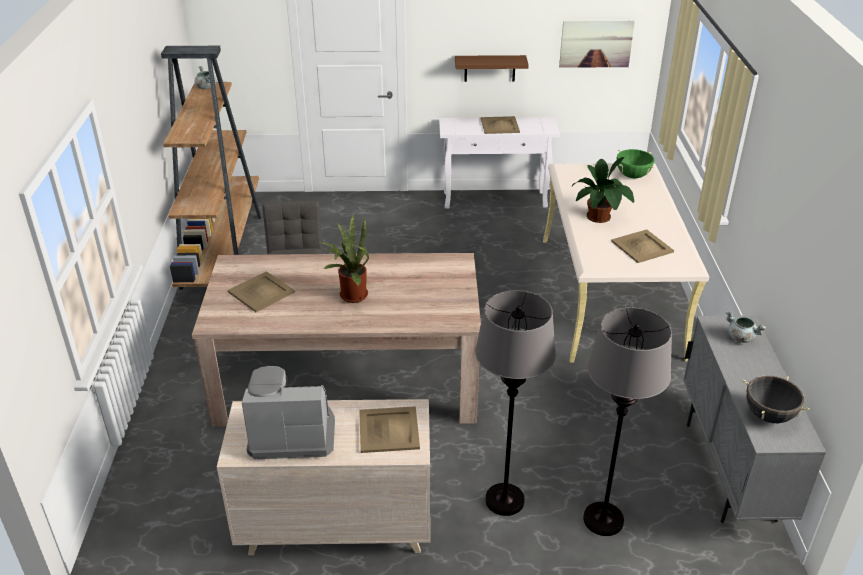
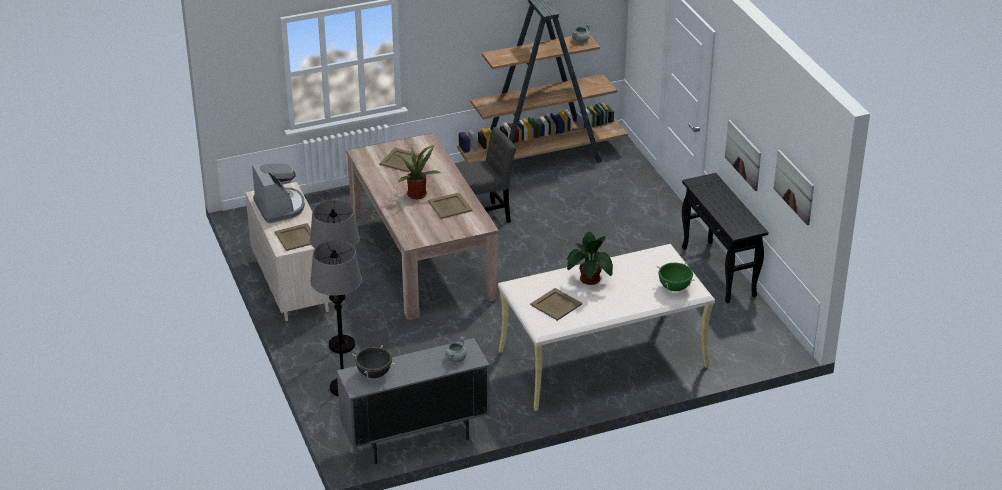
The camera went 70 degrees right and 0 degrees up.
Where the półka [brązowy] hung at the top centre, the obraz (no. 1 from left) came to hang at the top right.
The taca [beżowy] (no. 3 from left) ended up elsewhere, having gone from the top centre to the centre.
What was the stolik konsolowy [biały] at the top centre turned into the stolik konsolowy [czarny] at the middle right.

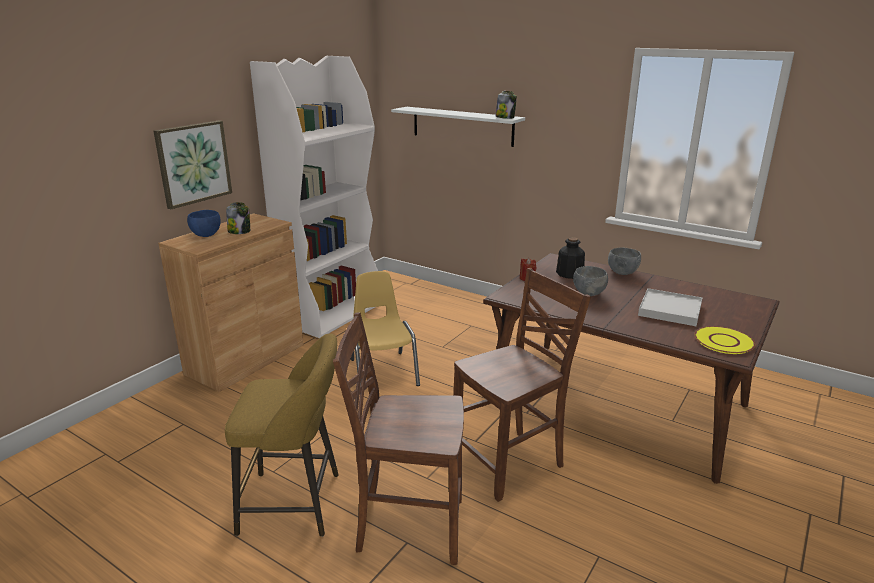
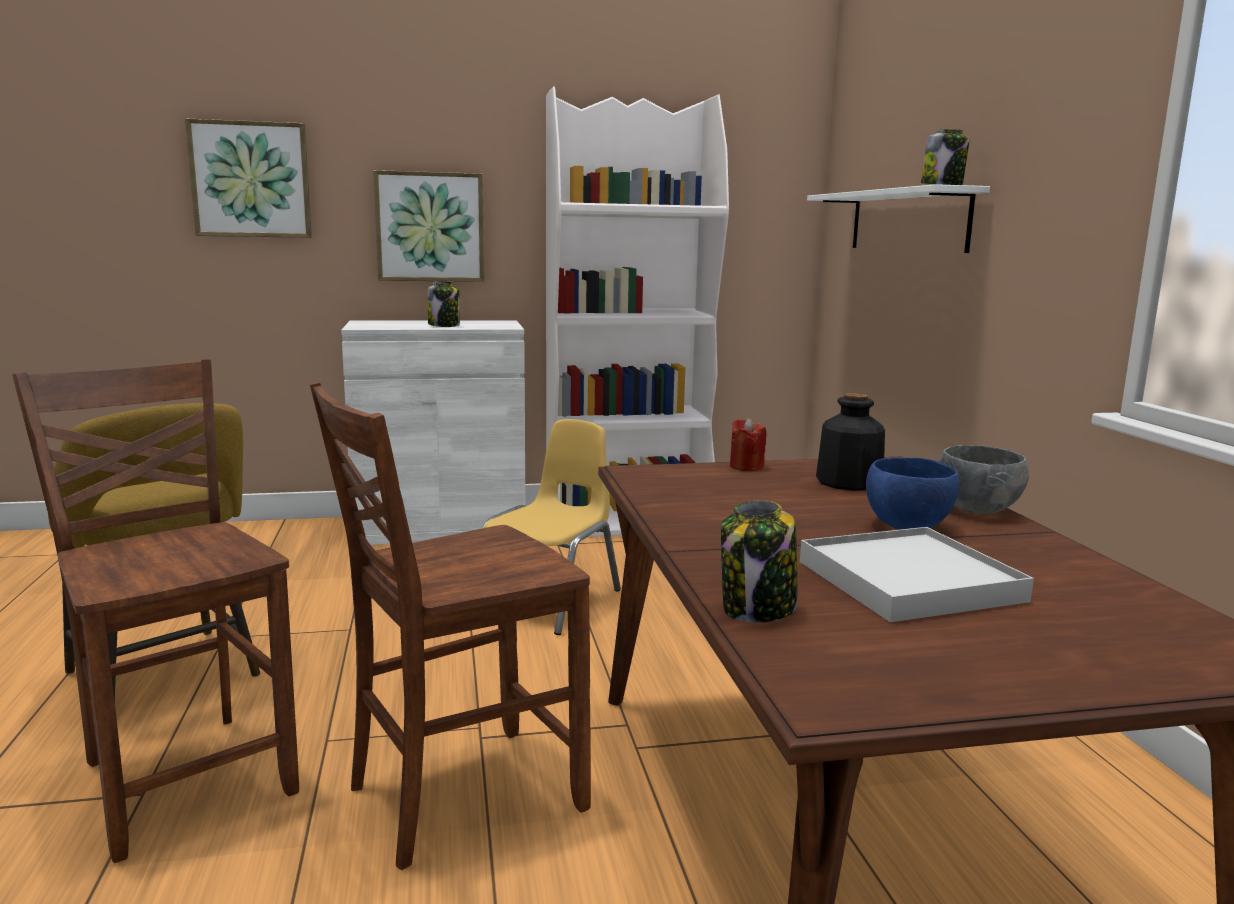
The camera went 45 degrees right and 10 degrees down.
The miska [niebieski] ended up elsewhere, having gone from the middle left to the middle right.
What was the szafka [brązowy] at the middle left turned into the szafka [biały] at the centre.
The second view lost the miska [szary] (no. 1 from left) at the middle right.
The krzesło [brązowy] (no. 2 from left) at the centre ended up facing another way, 135 degrees clockwise from before.
The second view lost the talerz [żółty] at the middle right.
The second view gained the obraz (no. 1 from left) at the top left.
The second view gained the słoik (no. 2 from left) at the centre.

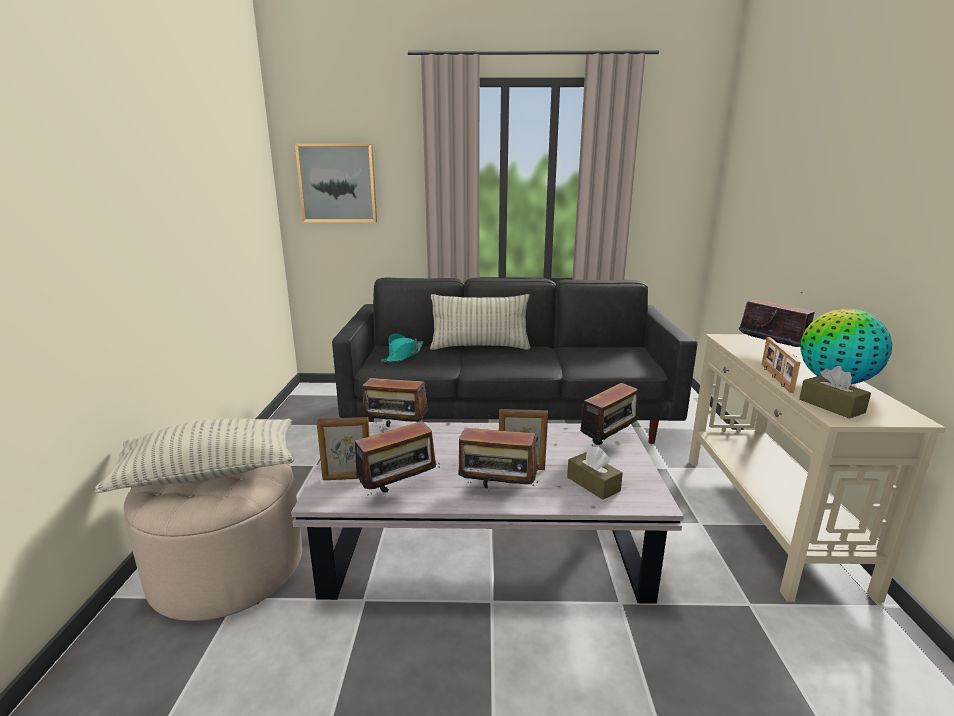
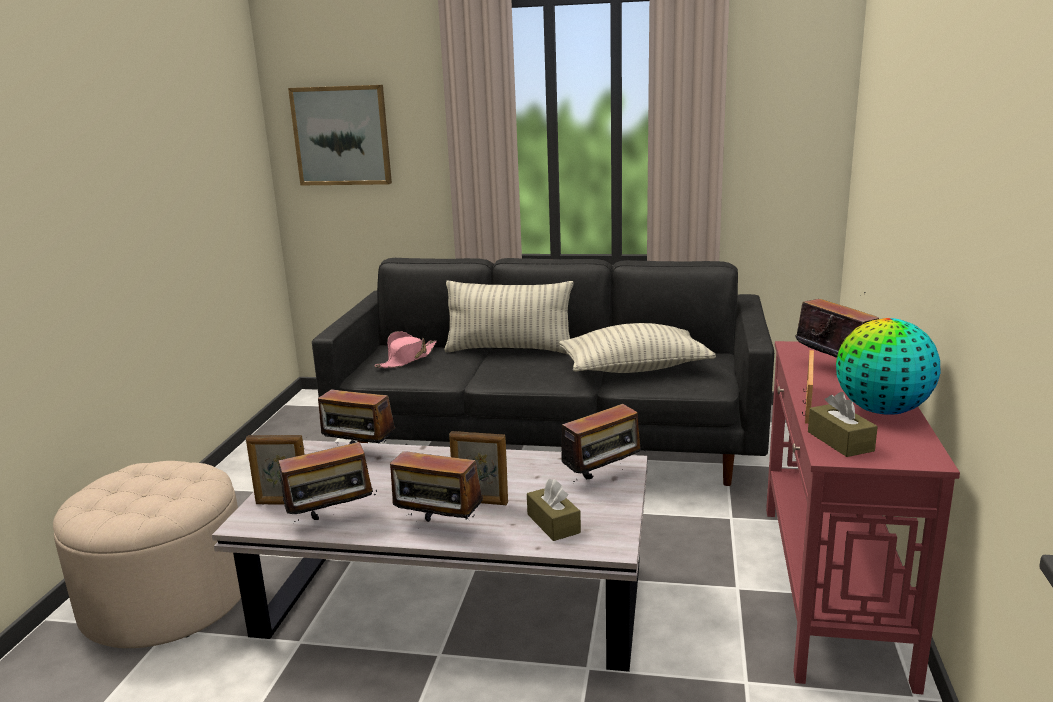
The camera went 10 degrees right and 0 degrees up.
What was the kapelusz [turkusowy] at the centre turned into the kapelusz [różowy] at the centre.
What was the stolik konsolowy [beżowy] at the middle right turned into the stolik konsolowy [czerwony] at the bottom right.
The poduszka (no. 1 from left in the first image) ended up elsewhere, having gone from the middle left to the centre.

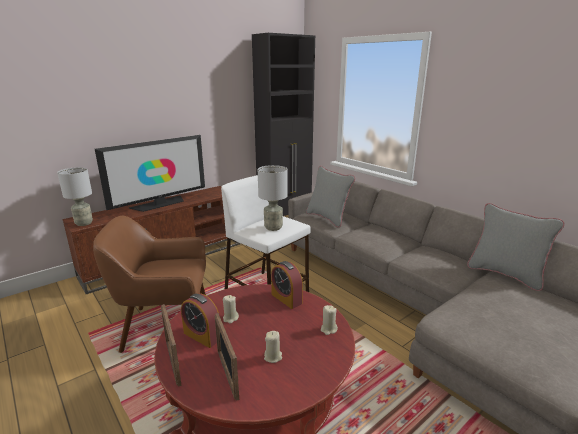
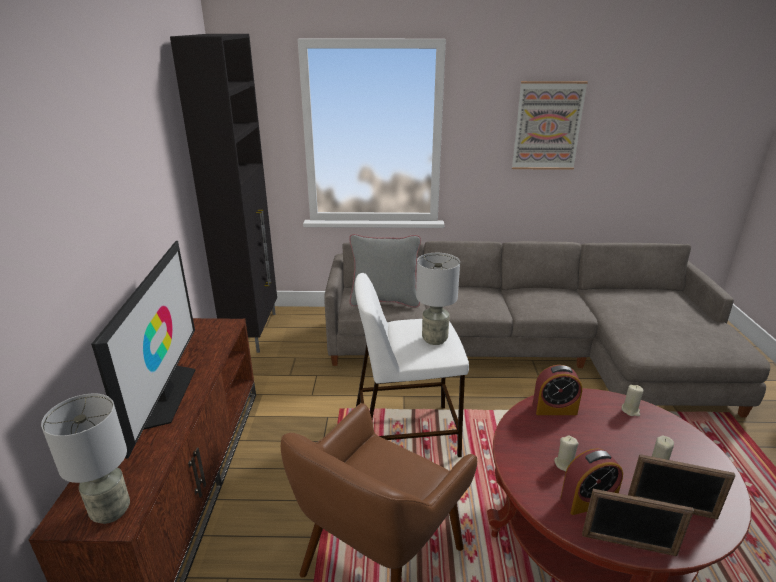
The camera went 50 degrees left and 5 degrees up.
The second view lost the poduszka [szary] (no. 2 from left) at the middle right.
The second view gained the obraz at the top right.

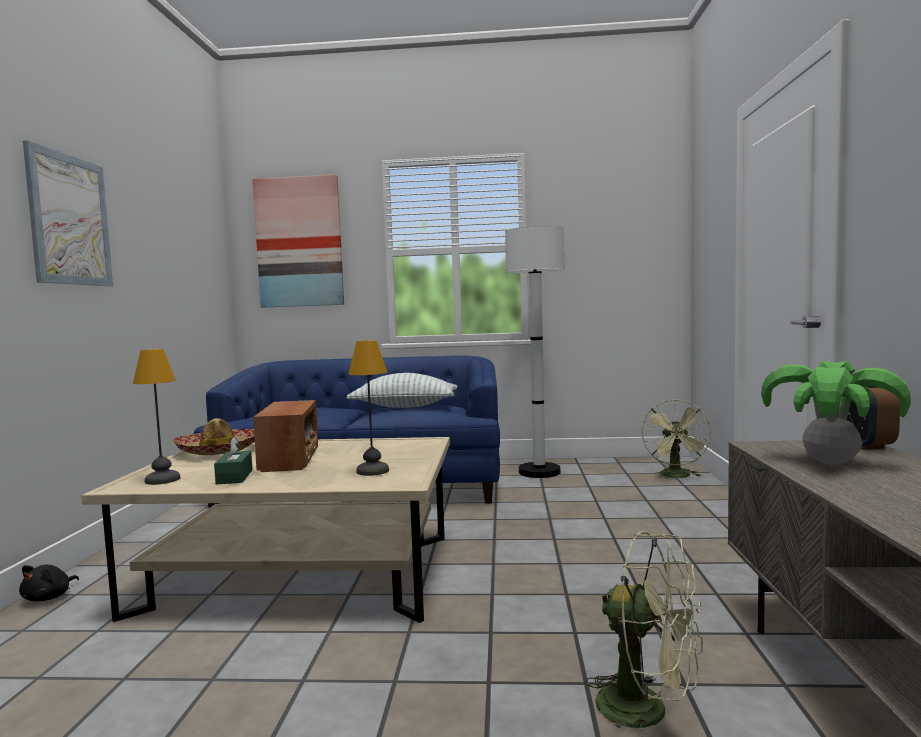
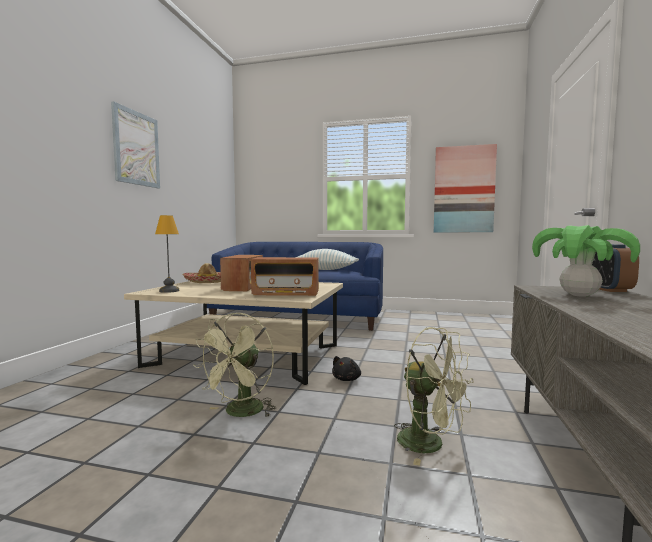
The camera went 10 degrees right and 0 degrees up.
The obraz (no. 2 from left) ended up elsewhere, having gone from the top left to the middle right.
The second view lost the lampa stojąca [biały] at the centre.
Where the lampa stołowa (no. 2 from left) stood at the centre, the radio (no. 2 from left) came to stand at the centre.
The wentylator [zielony] (no. 2 from left in the first image) ended up elsewhere, having gone from the middle right to the bottom centre.
The second view lost the pudełko chusteczek [zielony] at the middle left.
The pluszak [czarny] ended up elsewhere, having gone from the bottom left to the bottom centre.

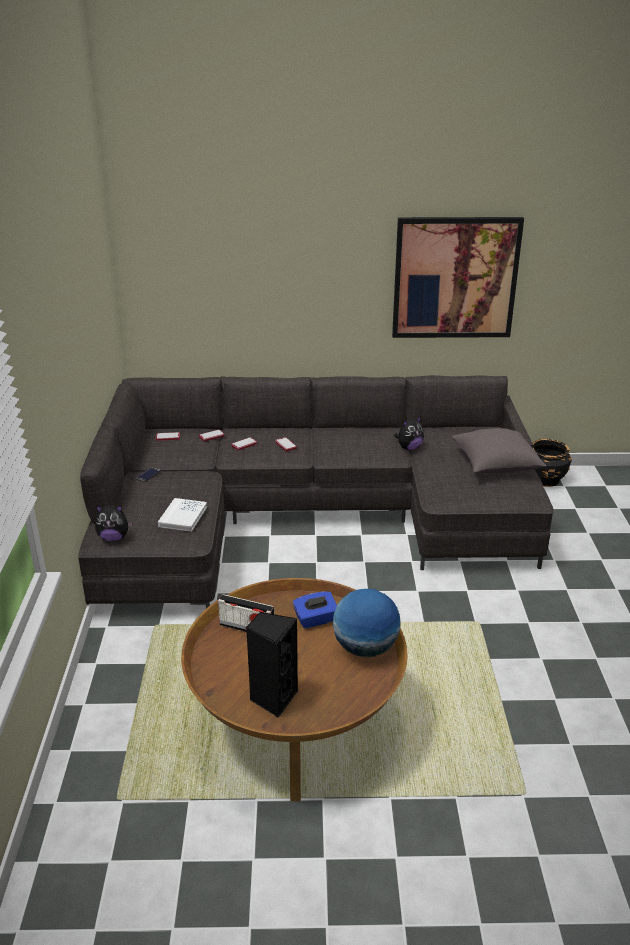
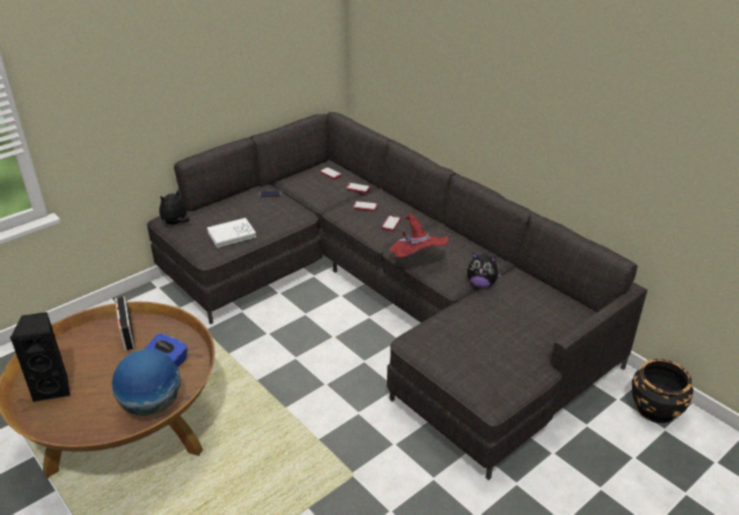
The camera went 50 degrees right and 5 degrees up.
The second view lost the obraz at the top right.
The second view lost the poduszka [szary] at the middle right.
The pluszak (no. 1 from left) at the middle left ended up facing another way, 90 degrees clockwise from before.
The second view gained the kapelusz [czerwony] at the centre.

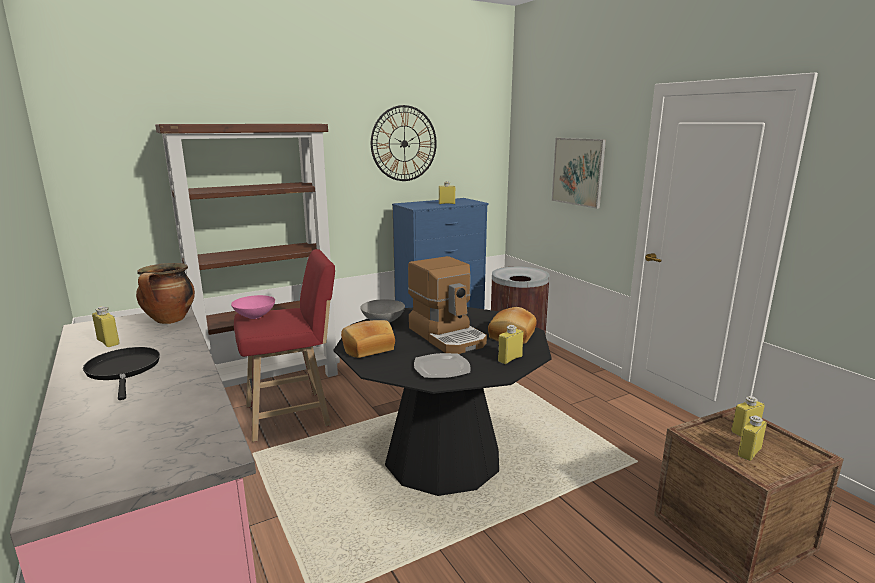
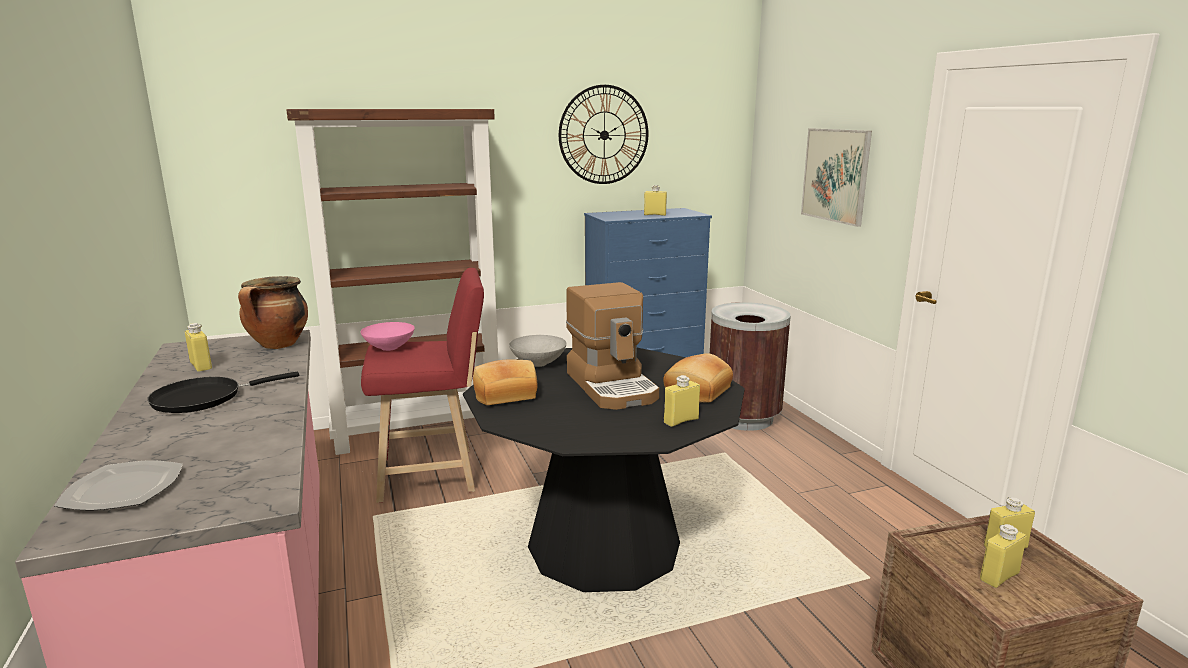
The camera went 10 degrees right and 0 degrees up.
The patelnia [czarny] at the middle left ended up facing another way, 105 degrees counterclockwise from before.
The talerz ended up elsewhere, having gone from the centre to the bottom left.

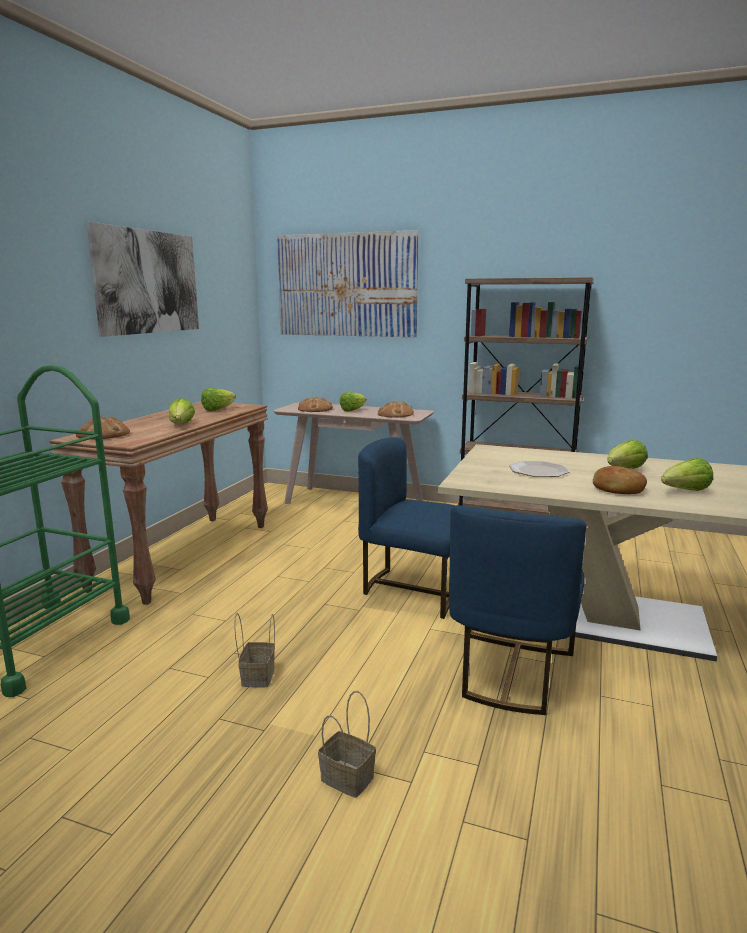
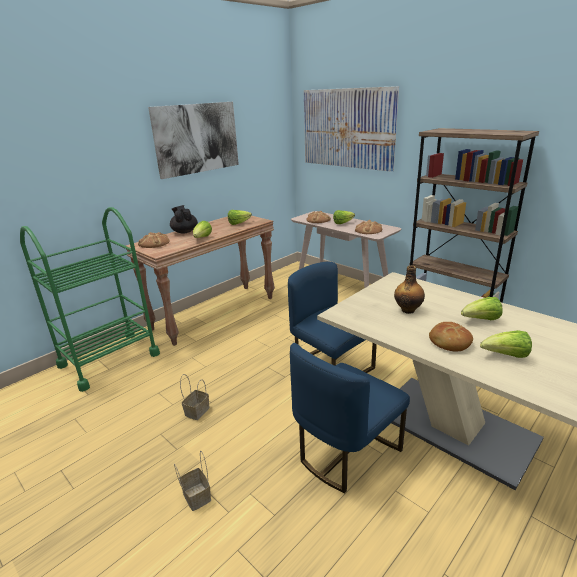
The camera went 25 degrees right and 10 degrees up.
Where the talerz stood at the middle right, the butelka came to stand at the middle right.
The second view gained the imbryk [czarny] at the middle left.

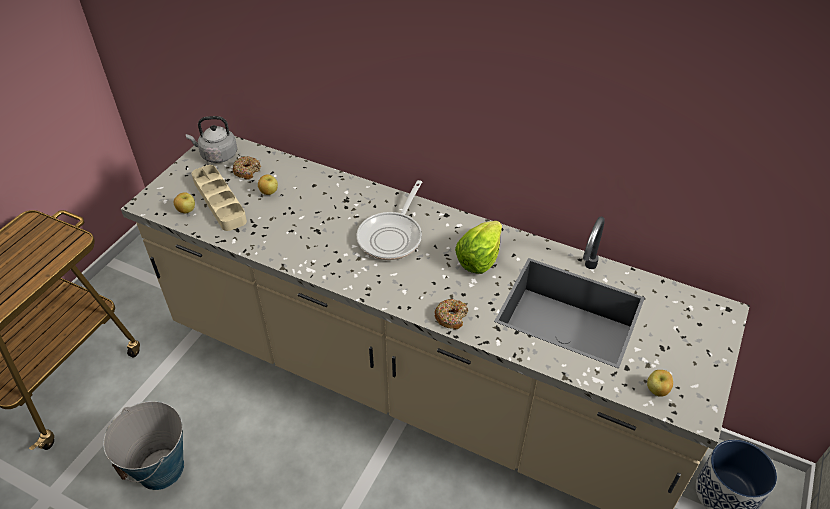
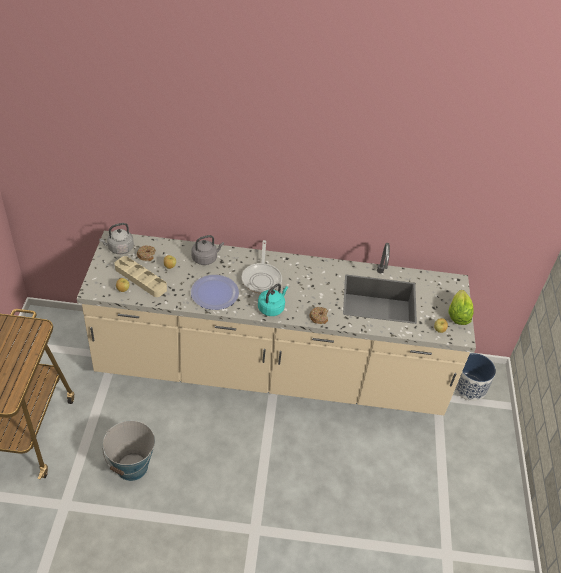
The camera went 25 degrees left and 0 degrees up.
The sałata ended up elsewhere, having gone from the centre to the middle right.
The second view gained the czajnik [szary] (no. 2 from left) at the centre.
The second view gained the talerz at the centre.
The second view gained the czajnik [turkusowy] at the centre.

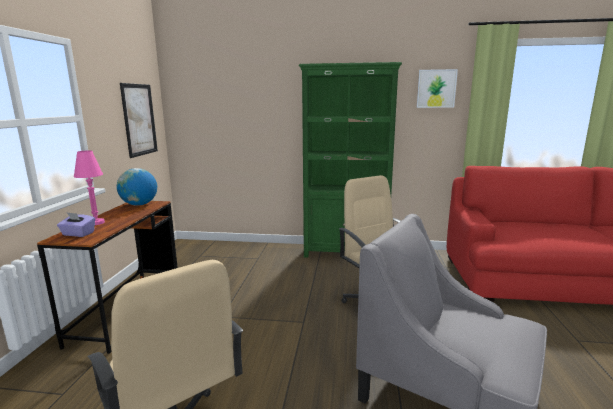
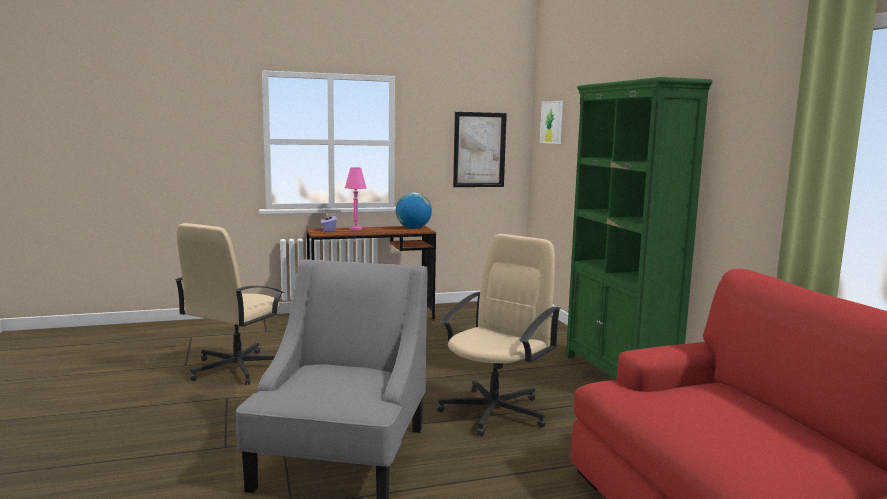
The camera went 65 degrees right and 5 degrees down.
The obraz (no. 2 from left) ended up elsewhere, having gone from the top right to the top centre.

